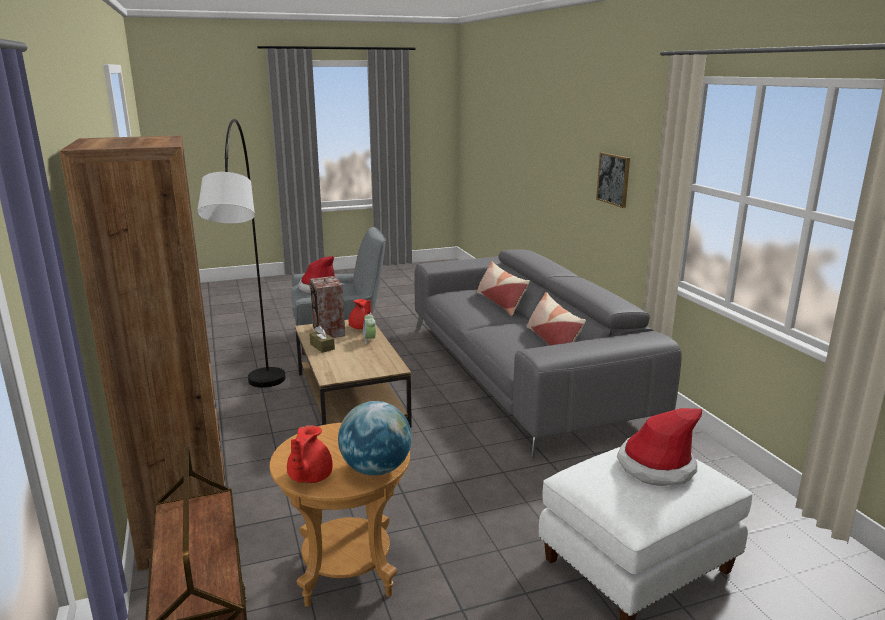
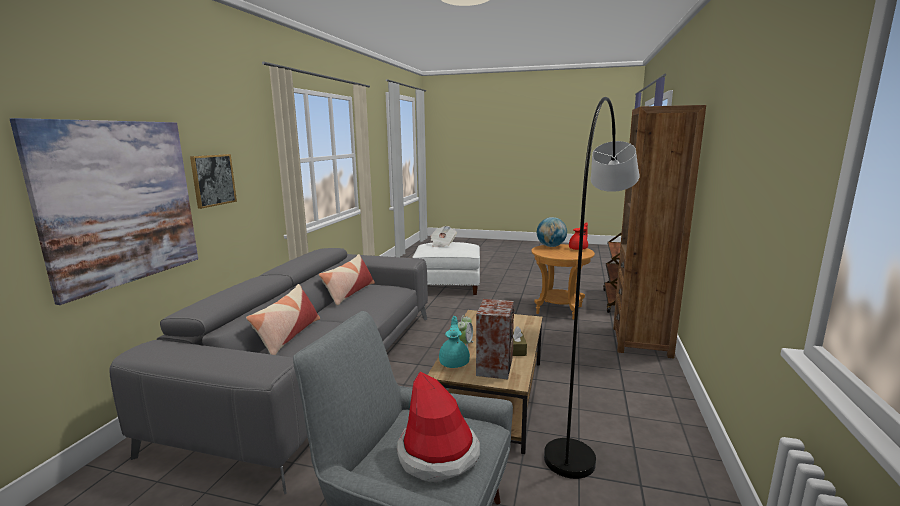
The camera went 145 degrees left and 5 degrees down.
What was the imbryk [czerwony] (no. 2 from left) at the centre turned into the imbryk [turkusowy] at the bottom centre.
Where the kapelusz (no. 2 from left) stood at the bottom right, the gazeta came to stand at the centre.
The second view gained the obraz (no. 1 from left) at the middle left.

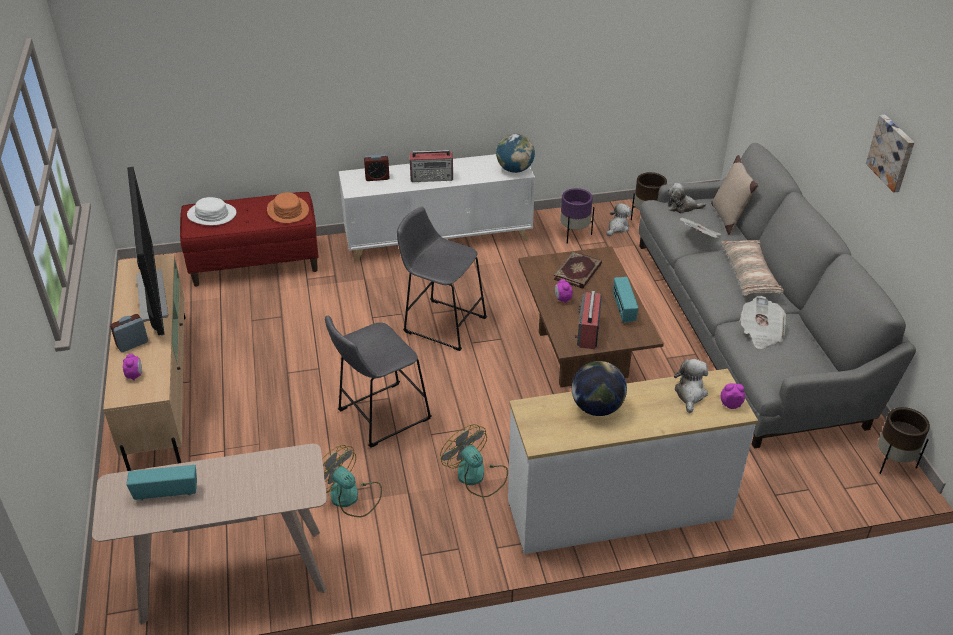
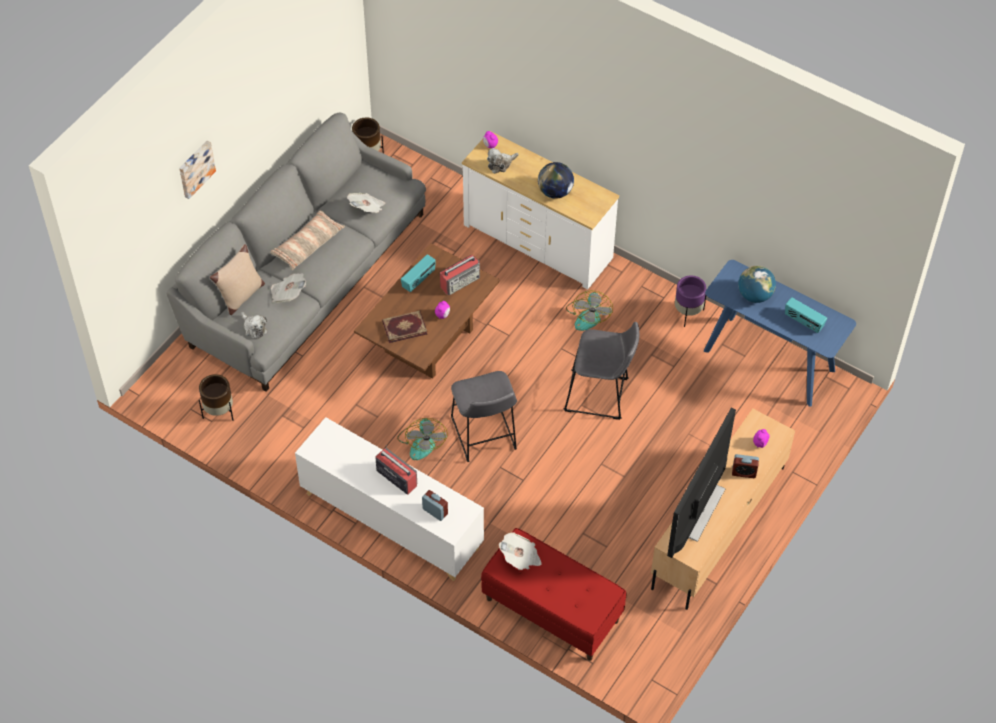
The camera went 135 degrees left and 15 degrees up.
The obraz ended up elsewhere, having gone from the top right to the top left.
The globus (no. 1 from left in the first image) ended up elsewhere, having gone from the top centre to the middle right.
The donica [fioletowy] ended up elsewhere, having gone from the centre to the middle right.
Where the kapelusz [pomarańczowy] stood at the top left, the gazeta (no. 3 from left) came to stand at the bottom centre.
The second view lost the kapelusz [biały] at the top left.
The second view lost the pluszak (no. 1 from left) at the centre.
What was the stolik konsolowy [beżowy] at the bottom left turned into the stolik konsolowy [niebieski] at the middle right.
The wentylator (no. 1 from left) ended up elsewhere, having gone from the bottom centre to the centre.

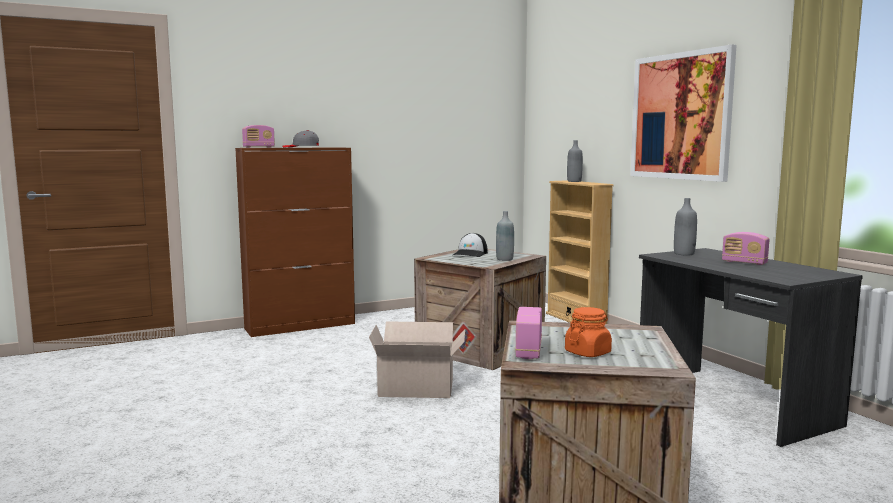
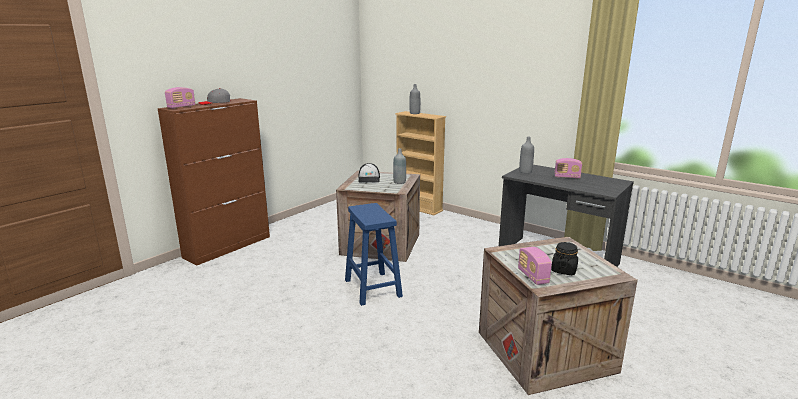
The camera went 25 degrees left and 10 degrees up.
The second view lost the obraz at the top right.
What was the słoik [pomarańczowy] at the centre turned into the słoik [czarny] at the middle right.
Where the karton stood at the bottom centre, the stołek [niebieski] came to stand at the centre.

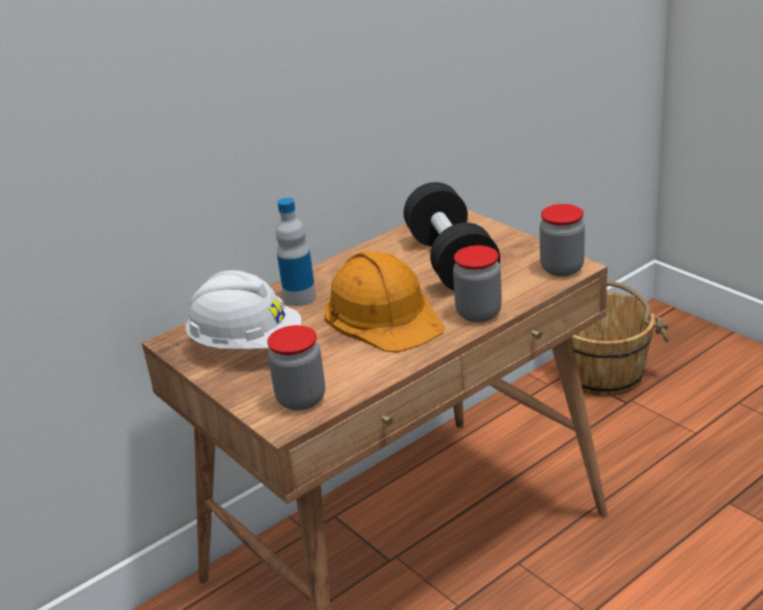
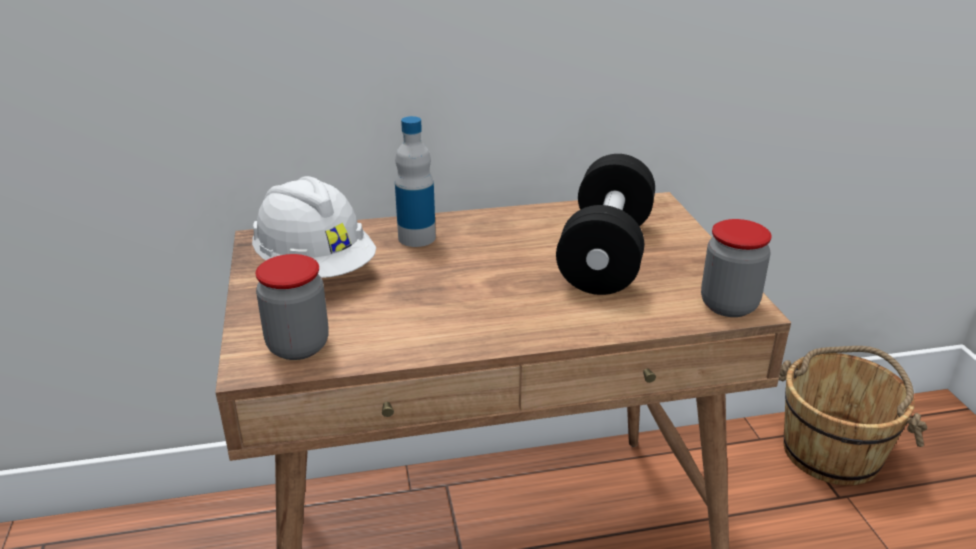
The camera went 25 degrees right and 0 degrees up.
The second view lost the słoik (no. 2 from left) at the centre.
The second view lost the kask [pomarańczowy] at the centre.

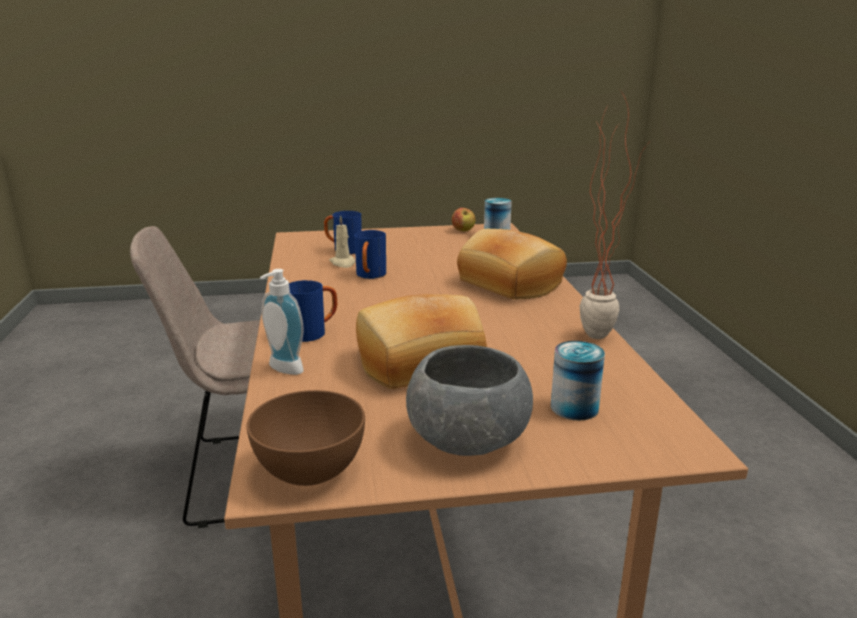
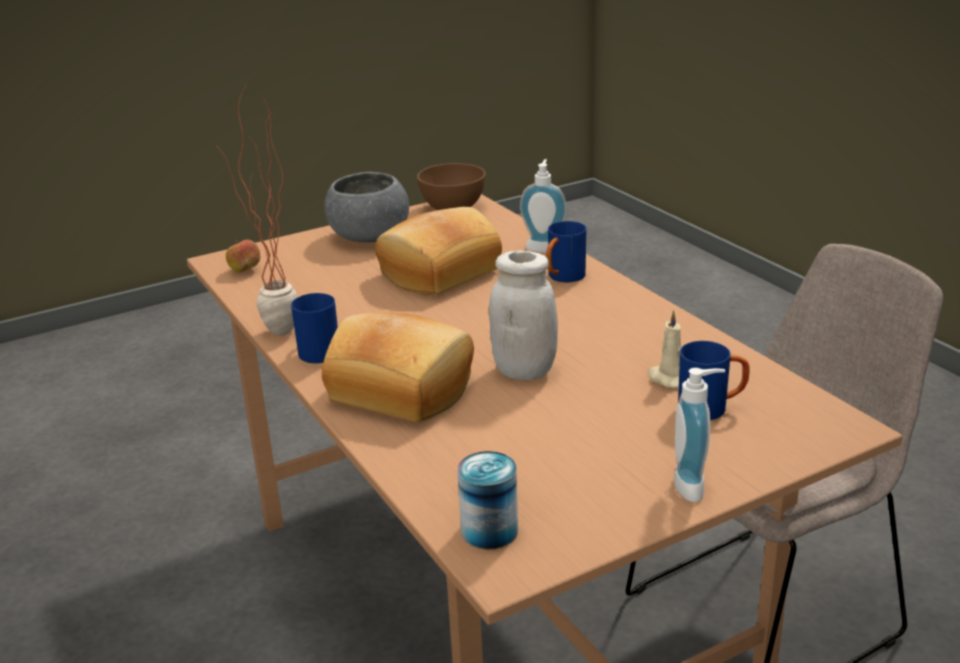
The camera went 160 degrees right and 5 degrees up.
The jabłko ended up elsewhere, having gone from the centre to the middle left.
The kubek [niebieski] (no. 3 from left in the first image) ended up elsewhere, having gone from the centre to the middle left.
The second view lost the puszka (no. 2 from left) at the middle right.
The second view gained the słoik [biały] at the centre.
The second view gained the dozownik mydła (no. 2 from left) at the middle right.

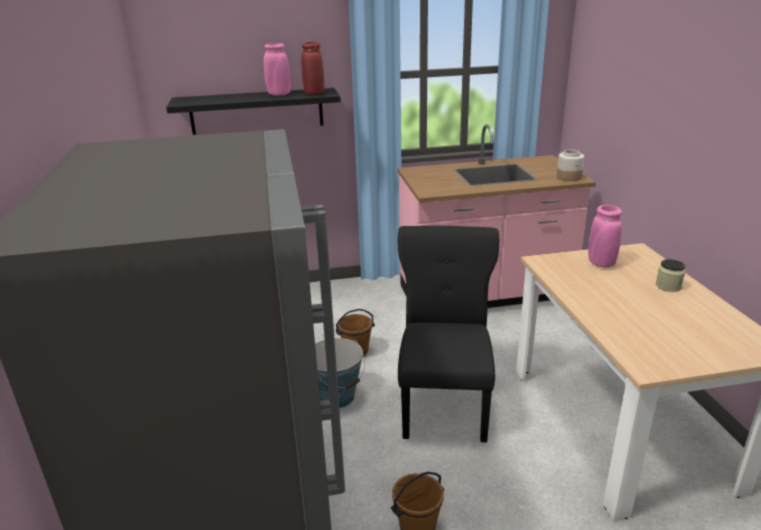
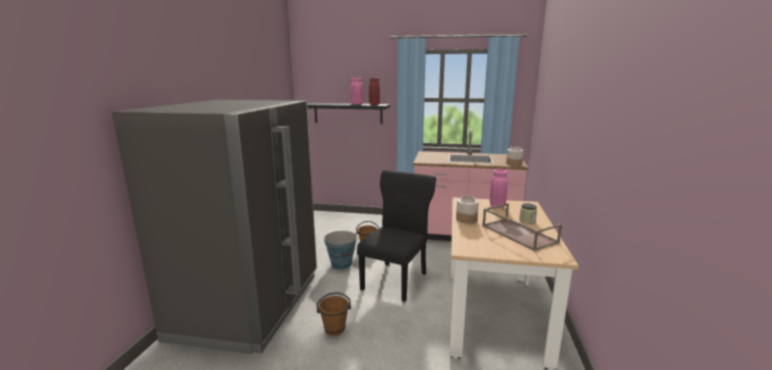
The camera went 20 degrees right and 10 degrees down.
The second view gained the słoik (no. 1 from left) at the centre.
The second view gained the taca [brązowy] at the middle right.

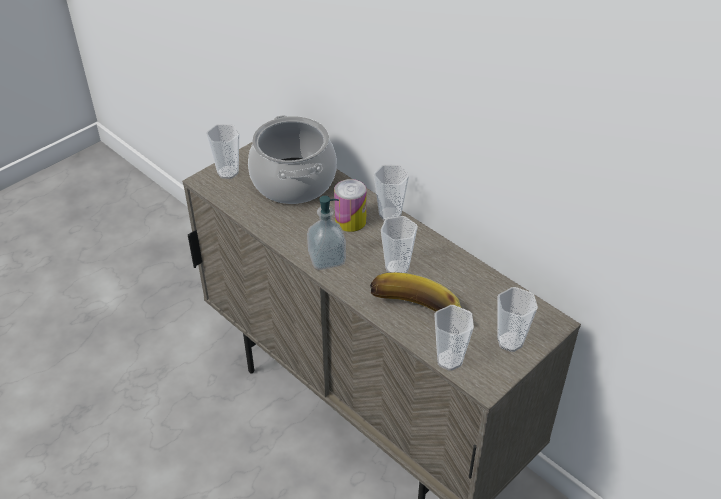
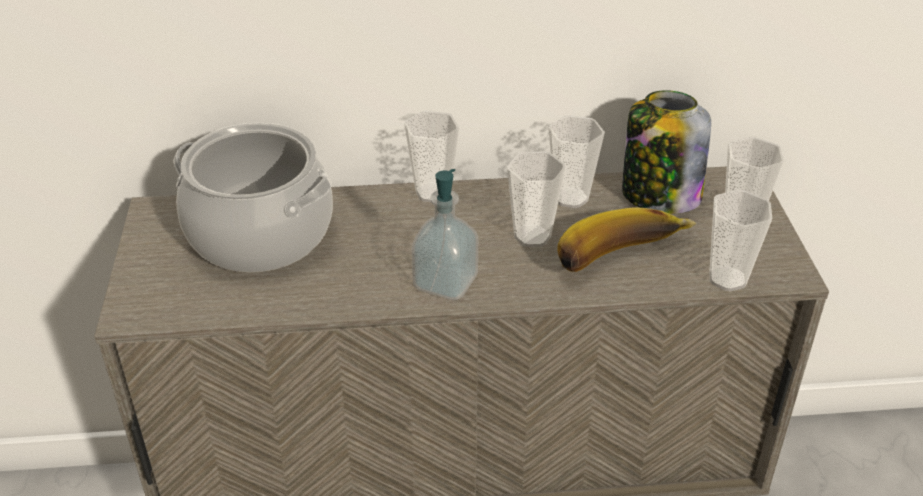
The camera went 50 degrees left and 5 degrees down.
The filiżanka (no. 1 from left in the first image) ended up elsewhere, having gone from the top left to the top centre.
The second view lost the puszka at the centre.
The second view gained the słoik at the top right.

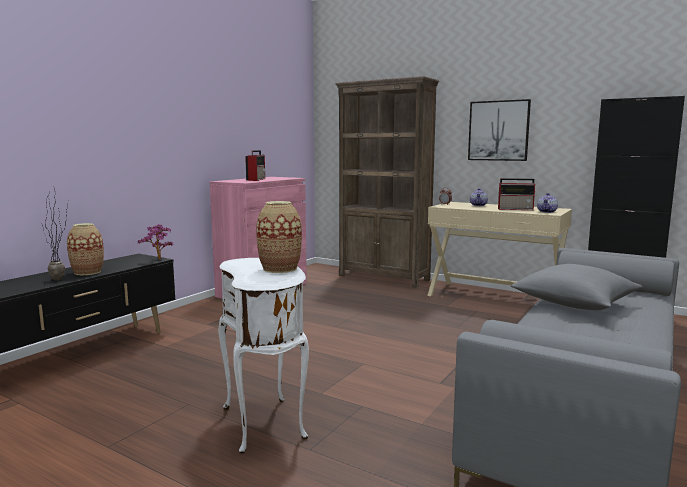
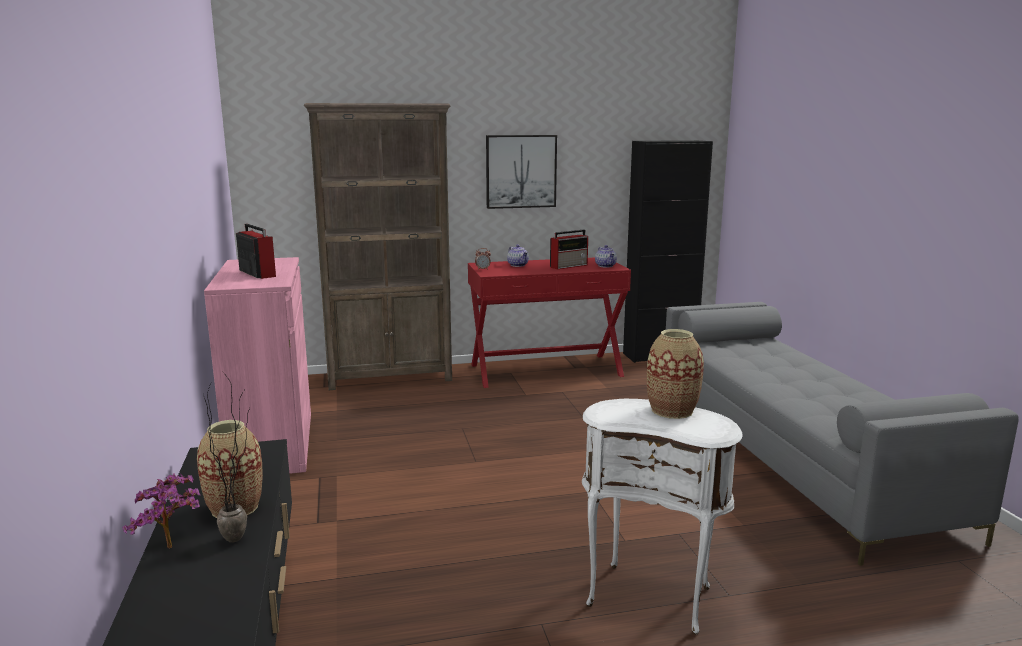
The camera went 45 degrees left and 5 degrees up.
What was the stolik konsolowy [beżowy] at the middle right turned into the stolik konsolowy [czerwony] at the centre.
The roślina doniczkowa (no. 2 from left in the first image) ended up elsewhere, having gone from the middle left to the bottom left.
The second view lost the poduszka [szary] at the middle right.

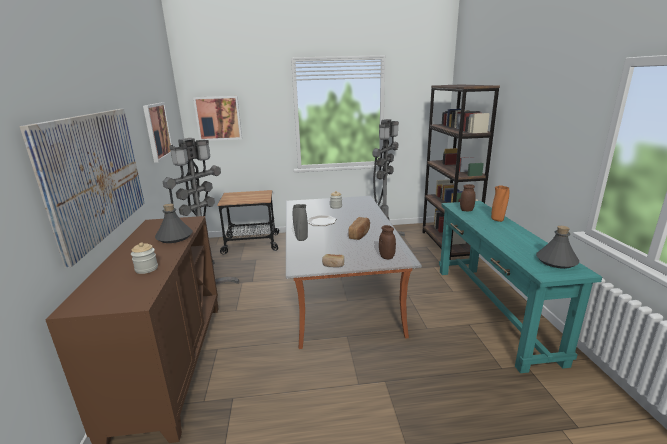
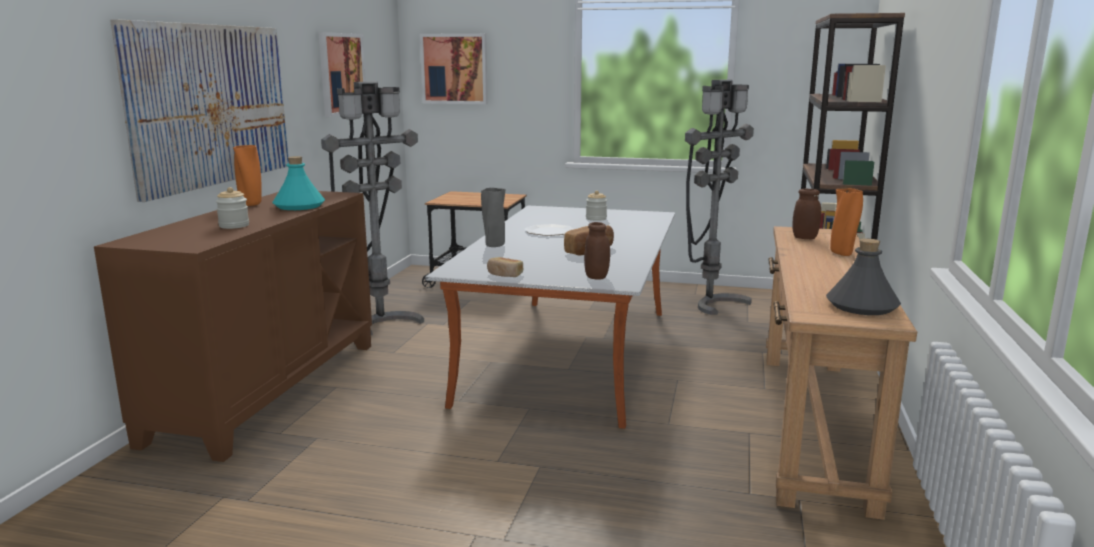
The camera went 20 degrees right and 5 degrees down.
What was the stolik konsolowy [turkusowy] at the middle right turned into the stolik konsolowy [brązowy] at the bottom right.
What was the butelka [szary] (no. 1 from left) at the middle left turned into the butelka [turkusowy] at the middle left.
The second view gained the wazon [pomarańczowy] (no. 1 from left) at the top left.

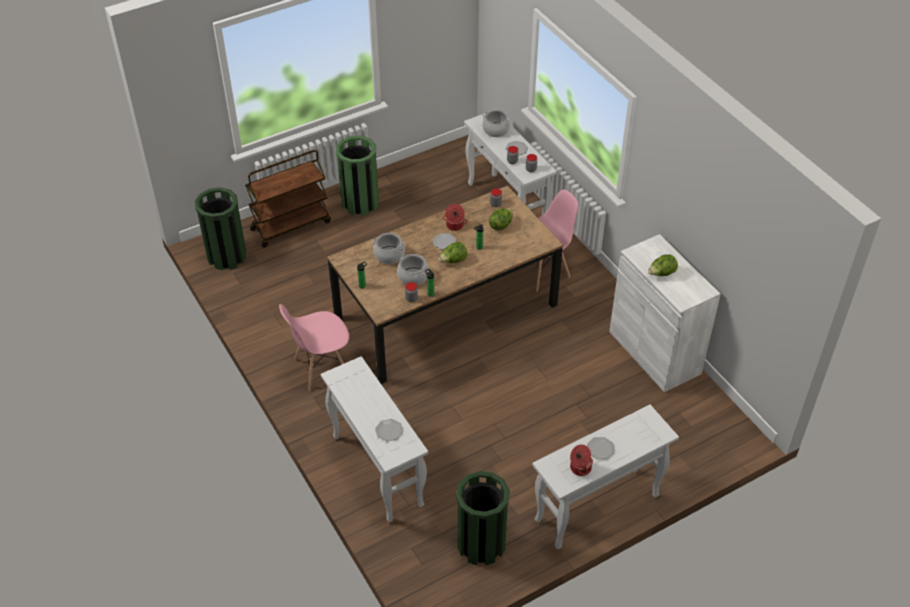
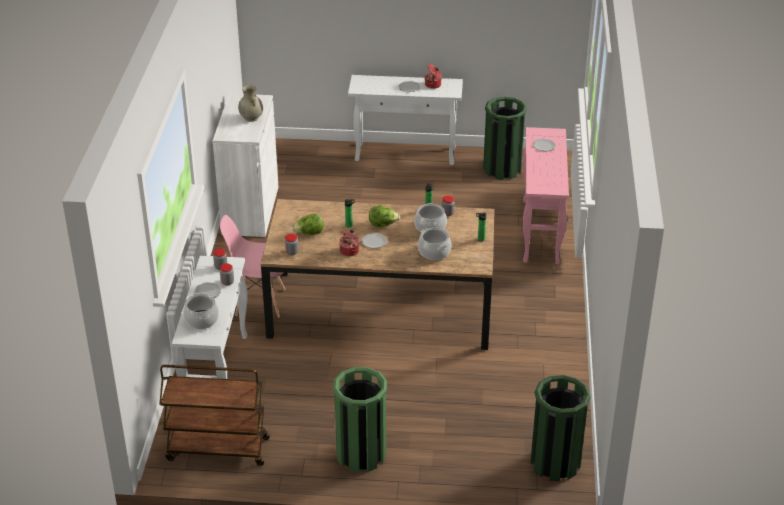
The camera went 145 degrees left and 10 degrees down.
The wózek [brązowy] ended up elsewhere, having gone from the top left to the bottom left.
Where the sałata (no. 3 from left) stood at the middle right, the wazon [beżowy] came to stand at the top left.
The second view lost the krzesło [różowy] (no. 1 from left) at the centre.
What was the stolik konsolowy [biały] (no. 1 from left) at the bottom centre turned into the stolik konsolowy [różowy] at the middle right.

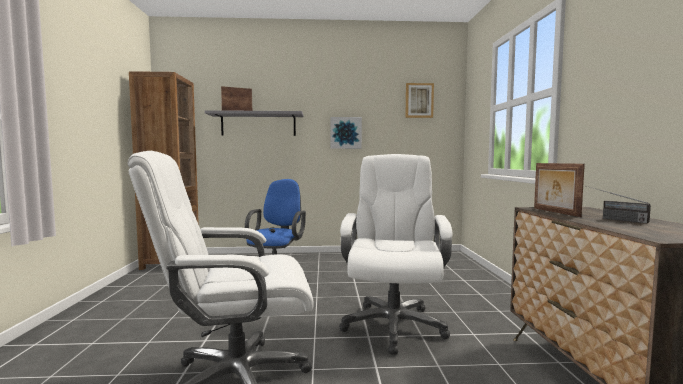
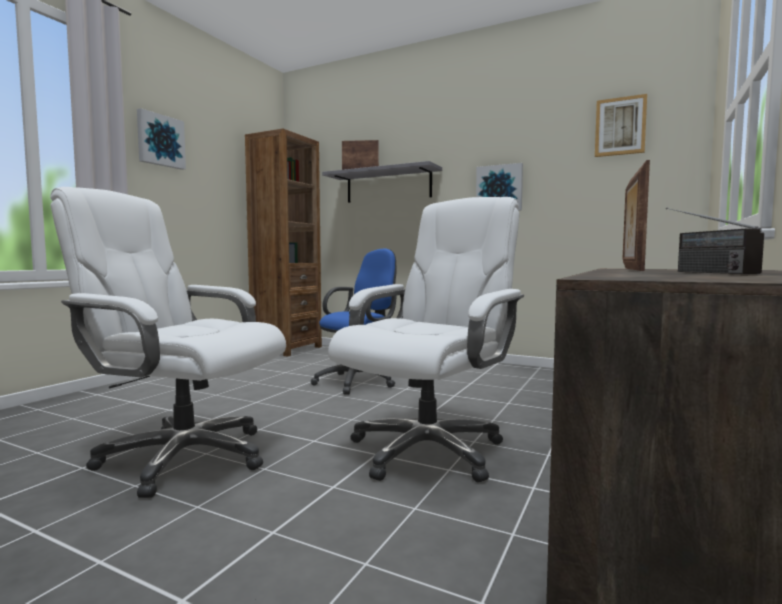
The camera went 30 degrees right and 0 degrees up.
The second view gained the obraz (no. 1 from left) at the top left.

